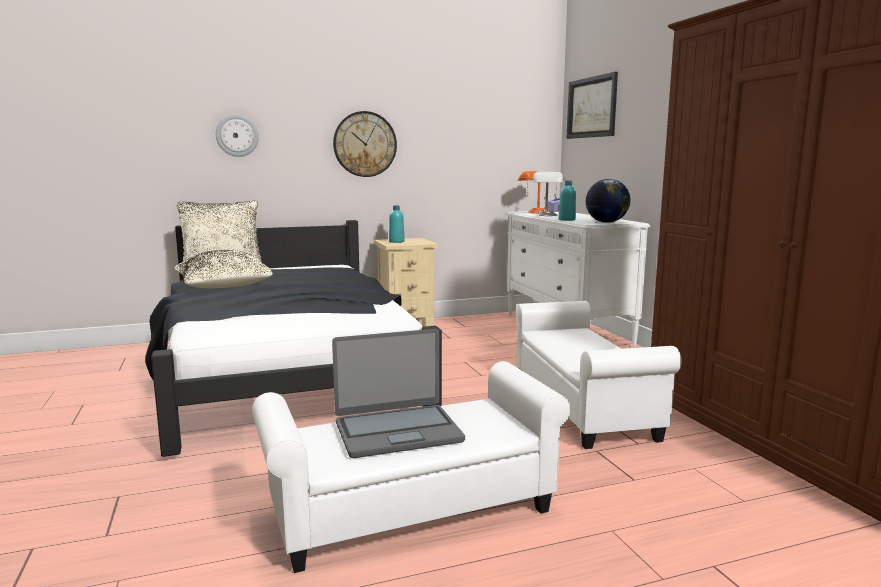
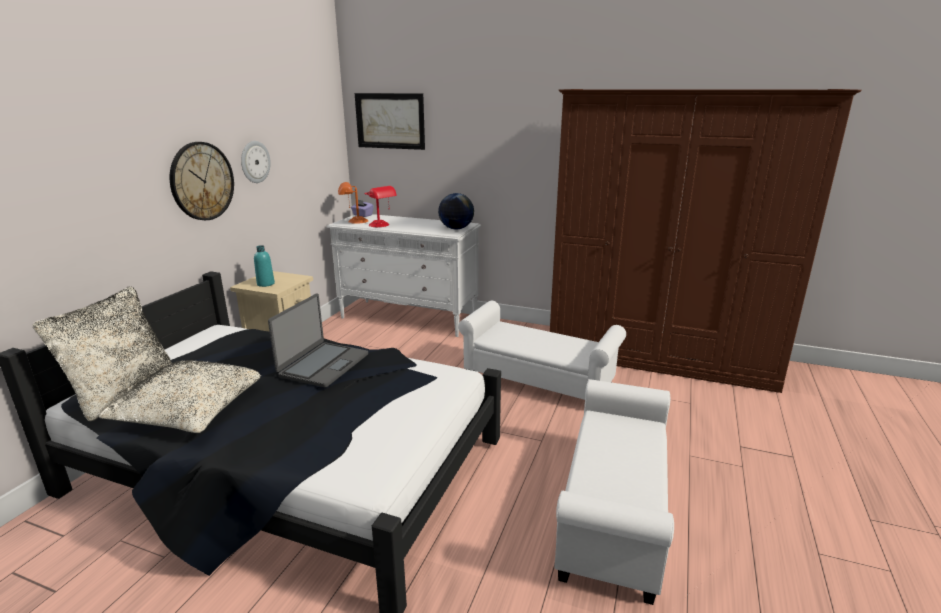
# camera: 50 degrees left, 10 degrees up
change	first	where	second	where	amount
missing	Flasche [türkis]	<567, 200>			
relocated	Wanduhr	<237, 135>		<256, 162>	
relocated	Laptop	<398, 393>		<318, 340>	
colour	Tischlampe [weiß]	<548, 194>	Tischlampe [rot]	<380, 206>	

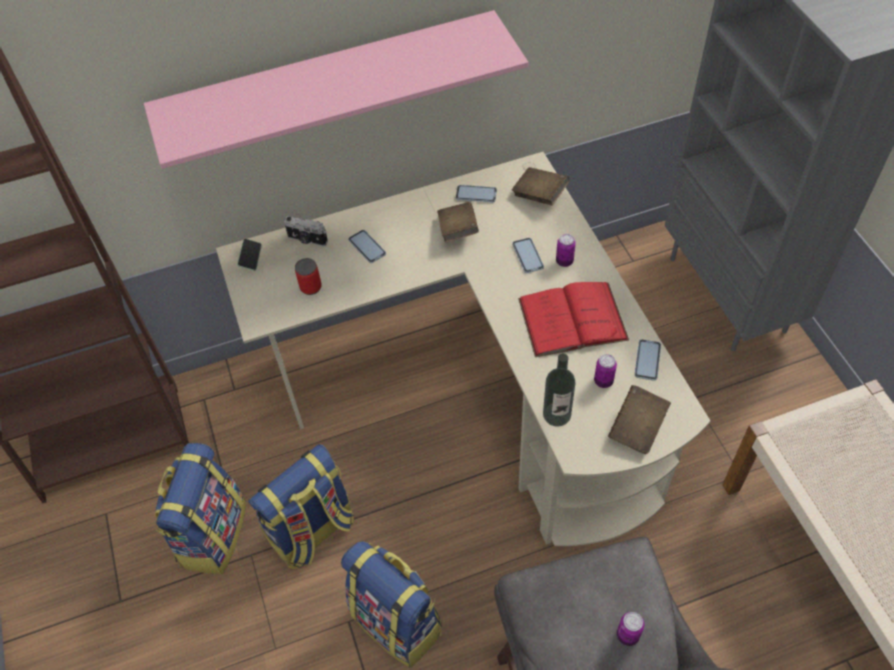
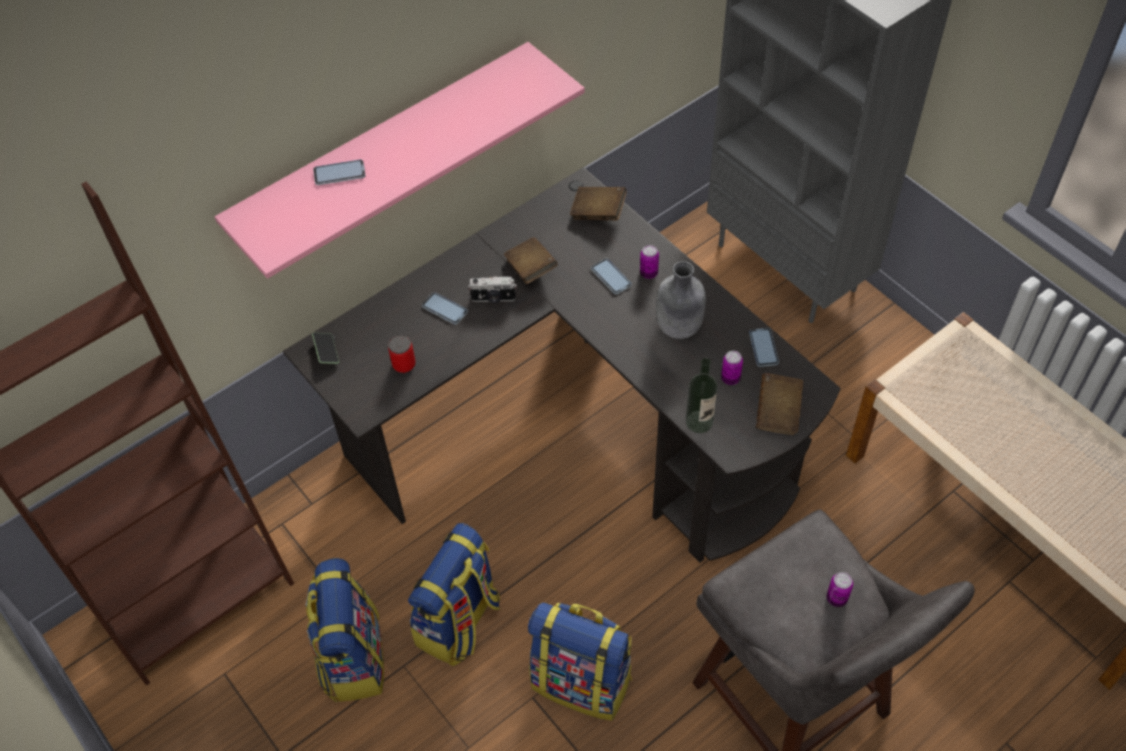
# camera: 20 degrees left, 0 degrees up
change	first	where	second	where	amount
relocated	Kamera	<306, 231>		<492, 289>	
relocated	Handy	<476, 194>		<339, 172>	
exchanged	Buch [rot]	<573, 319>	Flasche [grau]	<681, 300>	
colour	Schreibtisch [beige]	<463, 349>	Schreibtisch [schwarz]	<561, 365>	

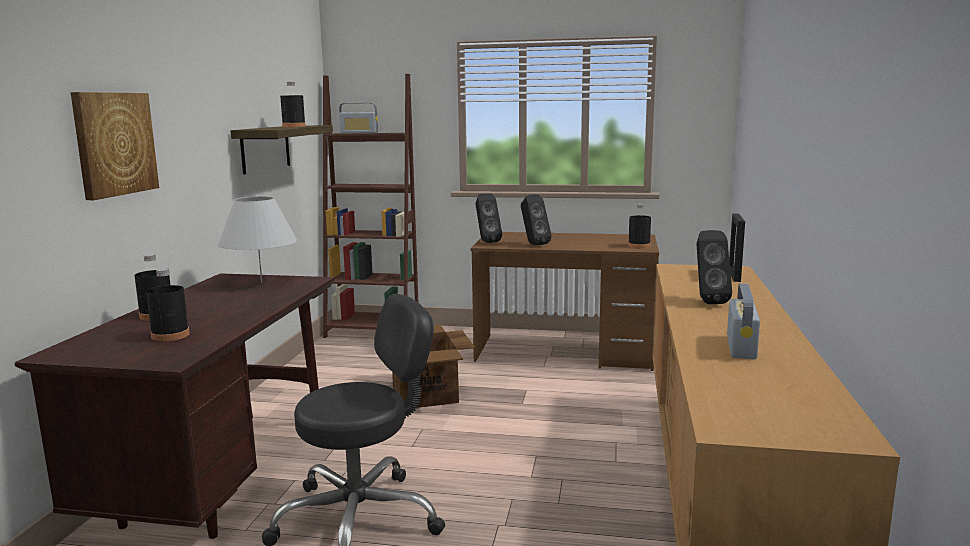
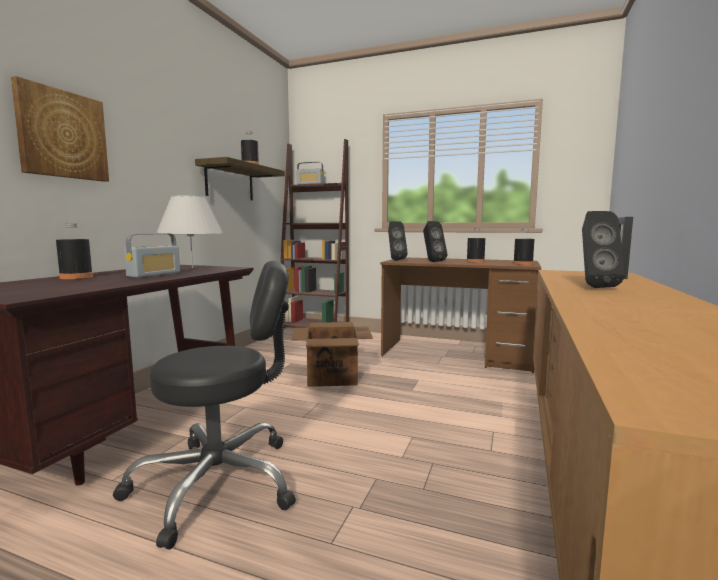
# camera: 10 degrees right, 5 degrees down
change	first	where	second	where	amount
relocated	Flasche [schwarz]	<168, 304>		<476, 245>	
relocated	Radio	<743, 321>		<152, 255>	

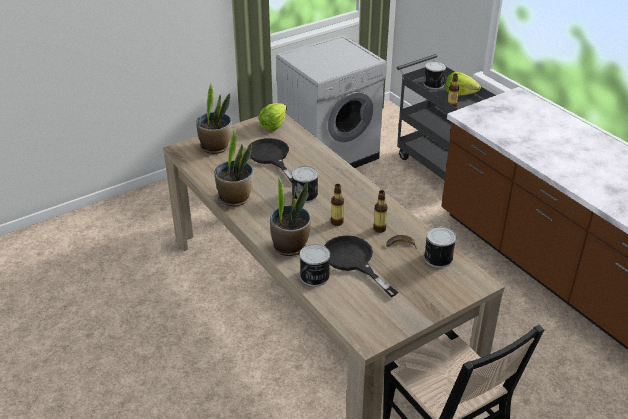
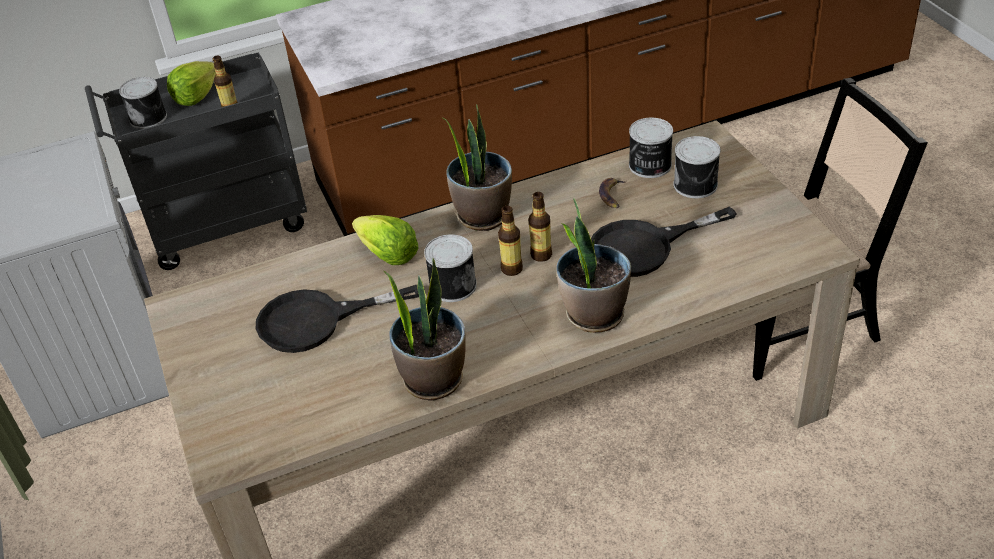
# camera: 75 degrees left, 5 degrees up
change	first	where	second	where	amount
relocated	Topfpflanze	<214, 118>		<477, 167>	
relocated	Salatkopf	<273, 117>		<385, 240>	
relocated	Dose	<315, 265>		<696, 167>	
relocated	Flasche	<380, 211>		<510, 241>	

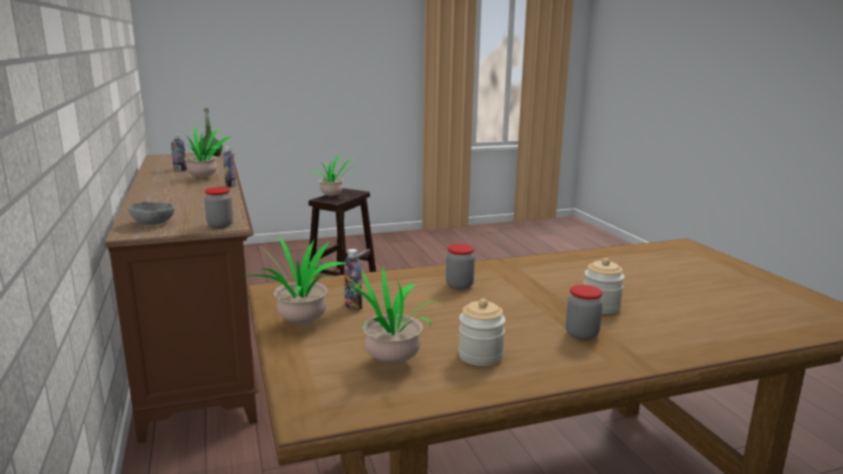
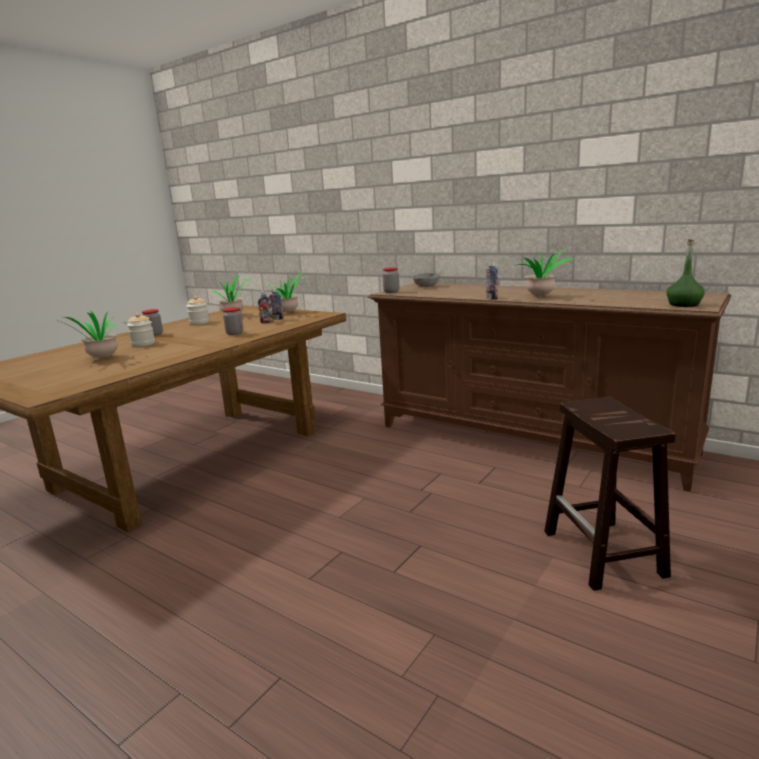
# camera: 145 degrees right, 0 degrees up
change	first	where	second	where	amount
relocated	Flasche	<179, 152>		<265, 307>	
relocated	Topfpflanze	<332, 175>		<91, 334>	

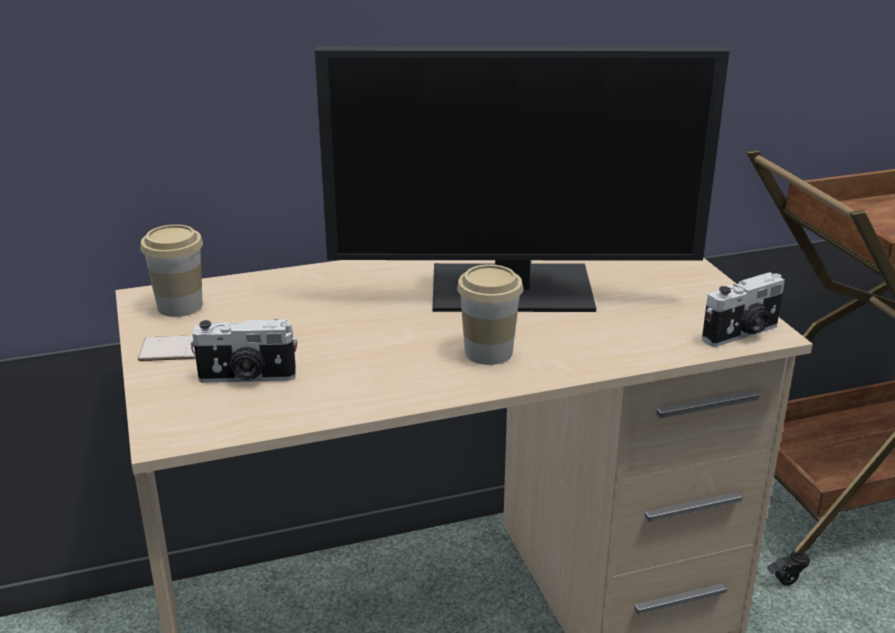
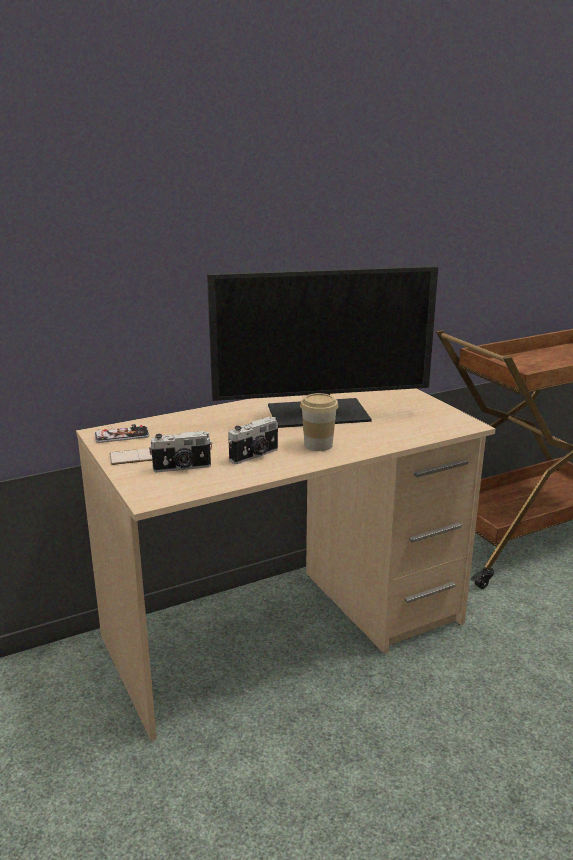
# camera: 10 degrees left, 5 degrees down
change	first	where	second	where	amount
relocated	Kamera	<743, 309>		<253, 440>	
exchanged	Tasse	<171, 270>	Handy	<122, 433>	

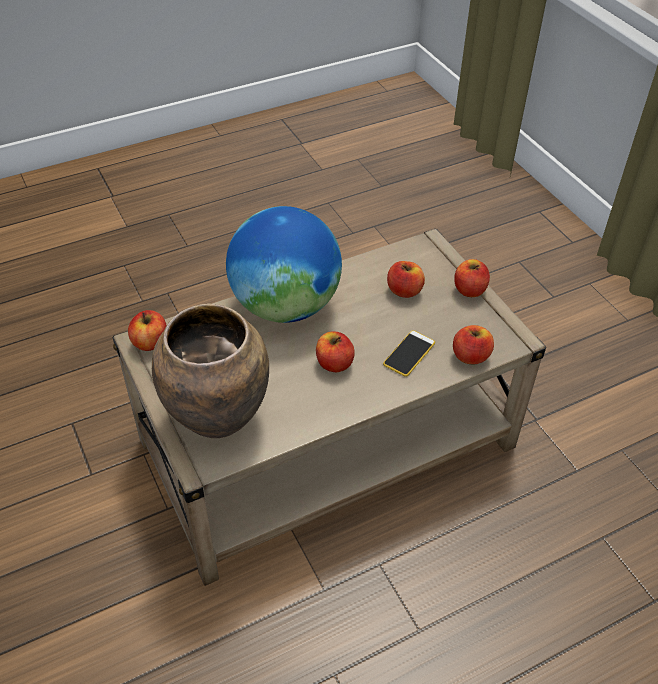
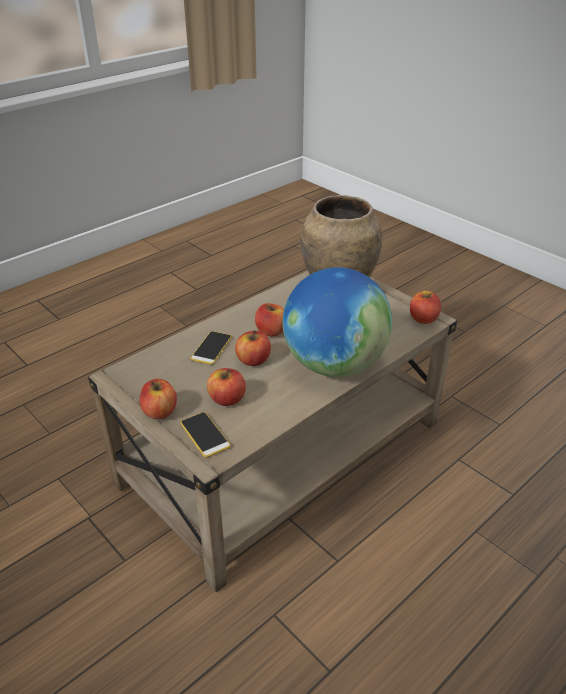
# camera: 165 degrees right, 10 degrees down
change	first	where	second	where	amount
appeared			Handy	<205, 435>	
relocated	Apfel	<473, 344>		<253, 348>	

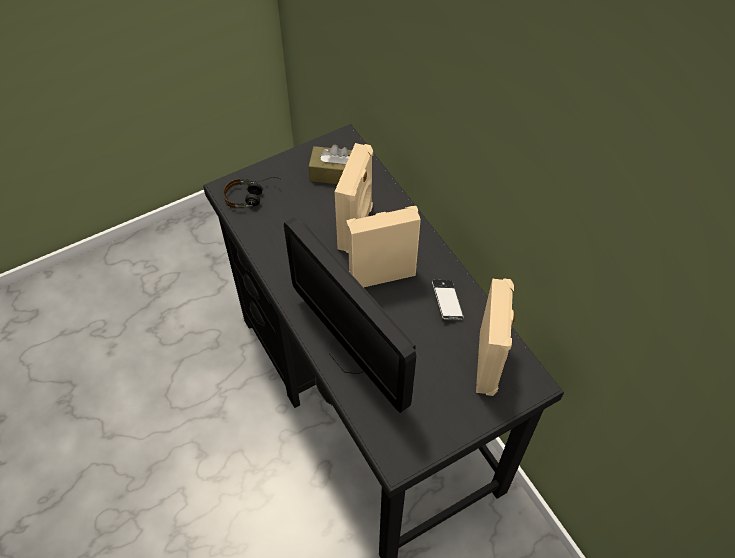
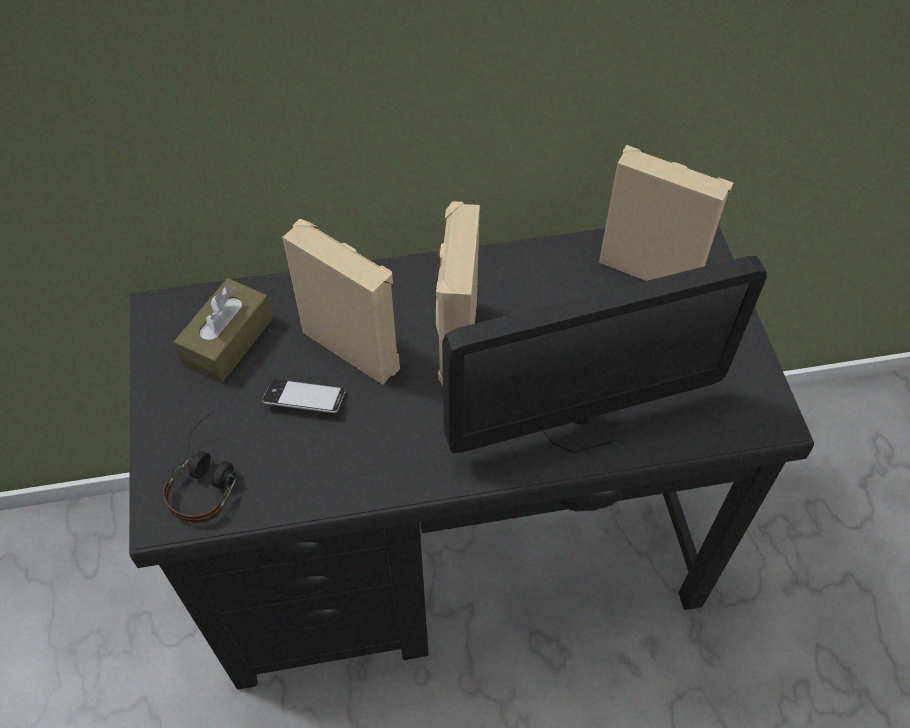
# camera: 70 degrees left, 0 degrees up
change	first	where	second	where	amount
relocated	Handy	<448, 300>		<304, 396>	

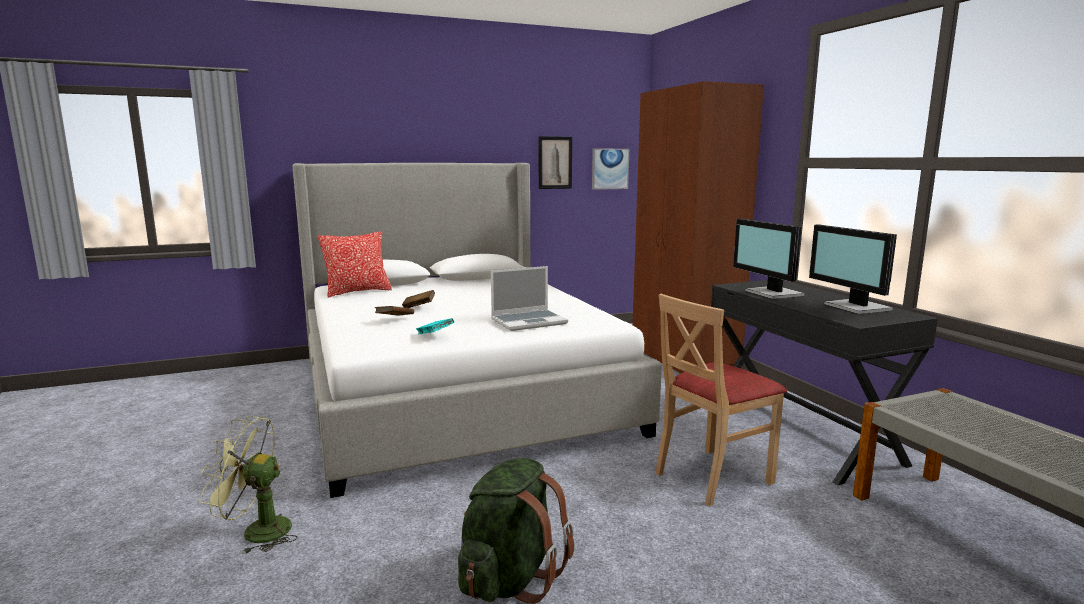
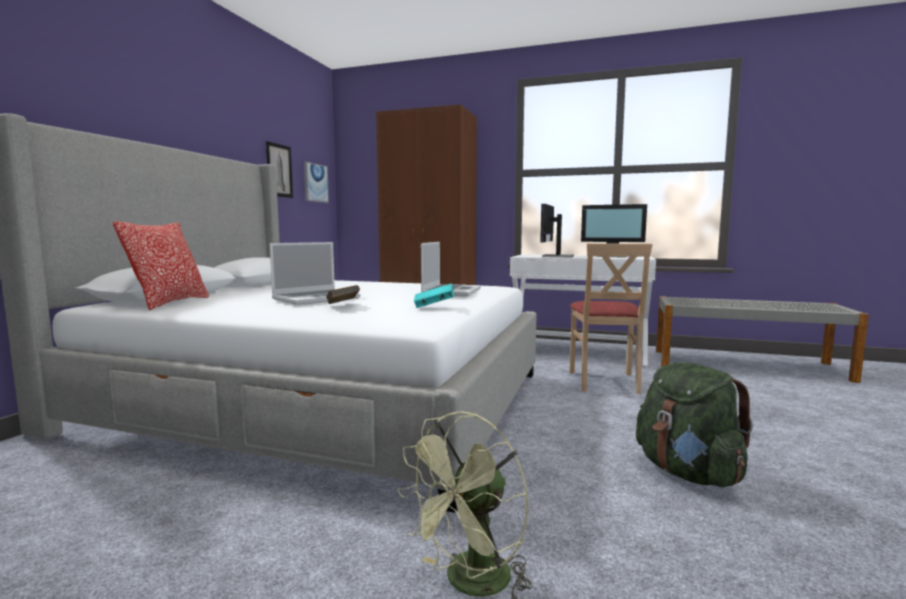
# camera: 50 degrees left, 5 degrees down
change	first	where	second	where	amount
exchanged	Buch [braun]	<418, 299>	Laptop	<315, 273>	
colour	Schreibtisch [schwarz]	<824, 382>	Schreibtisch [weiß]	<583, 310>	
spun	Monitor	<768, 259>		<557, 231>	90 degrees clockwise

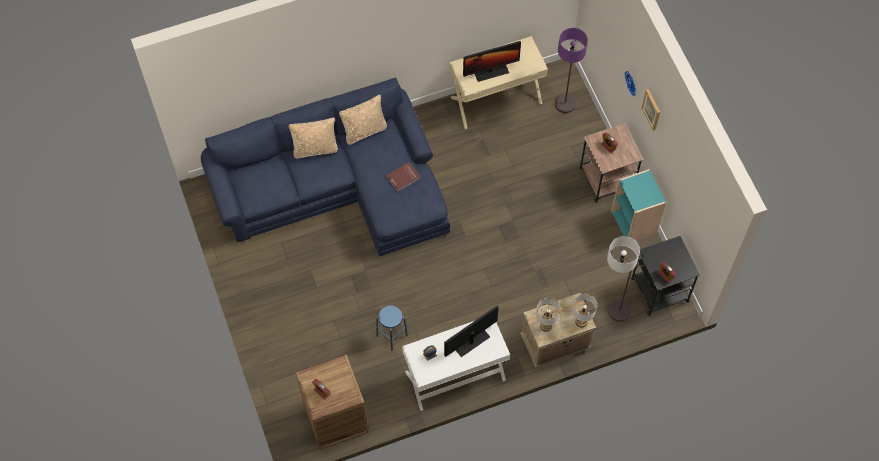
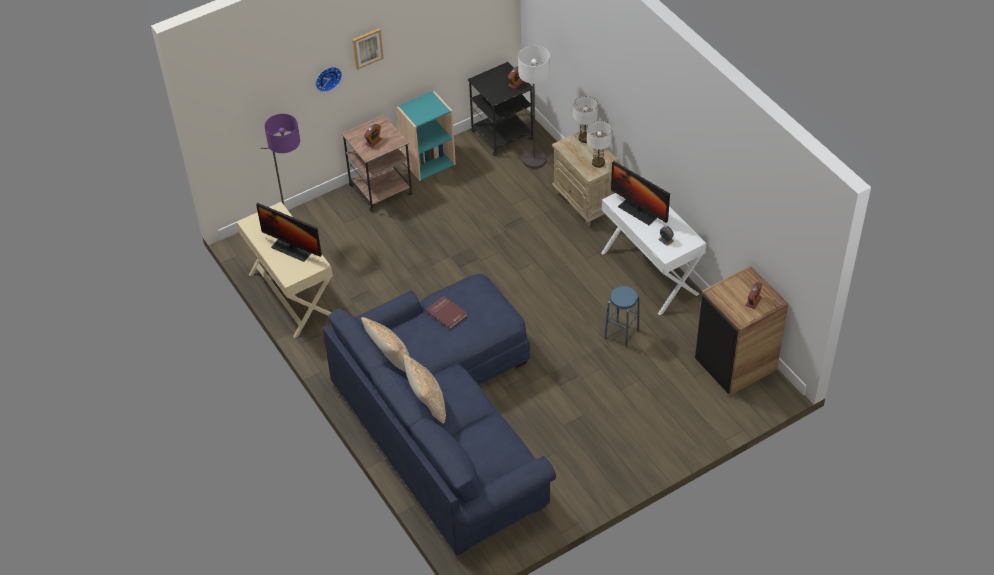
# camera: 100 degrees left, 15 degrees down
change	first	where	second	where	amount
spun	Monitor	<492, 61>		<289, 232>	150 degrees clockwise

